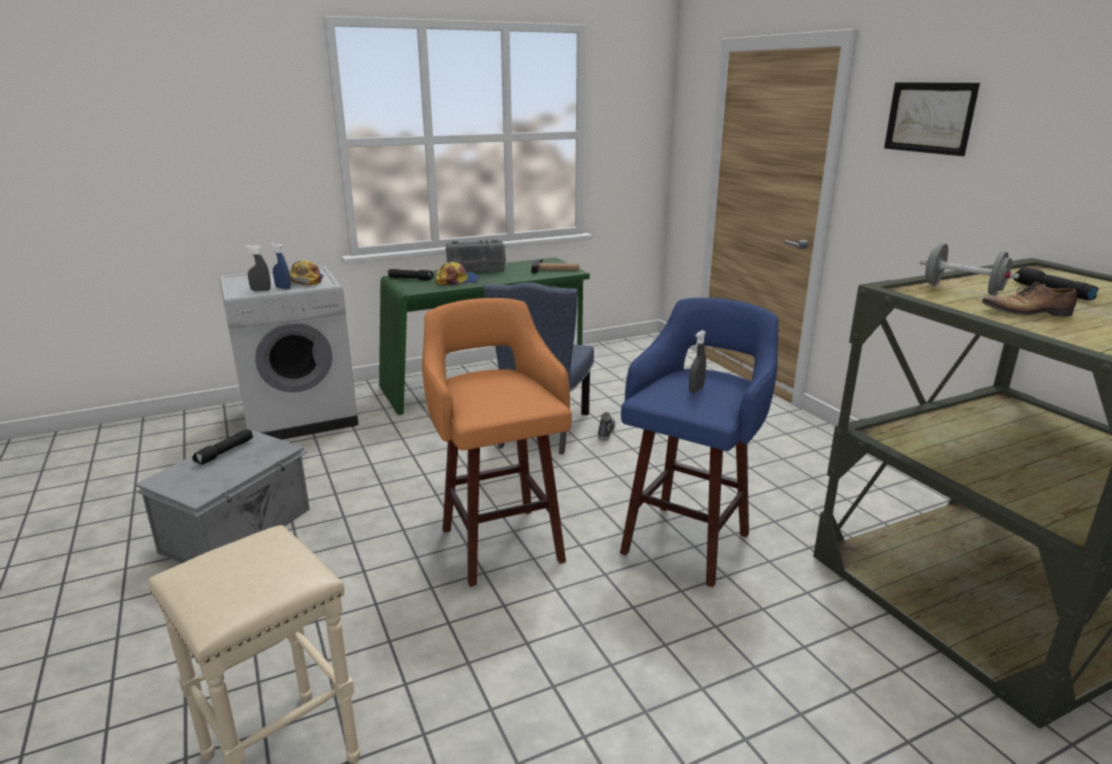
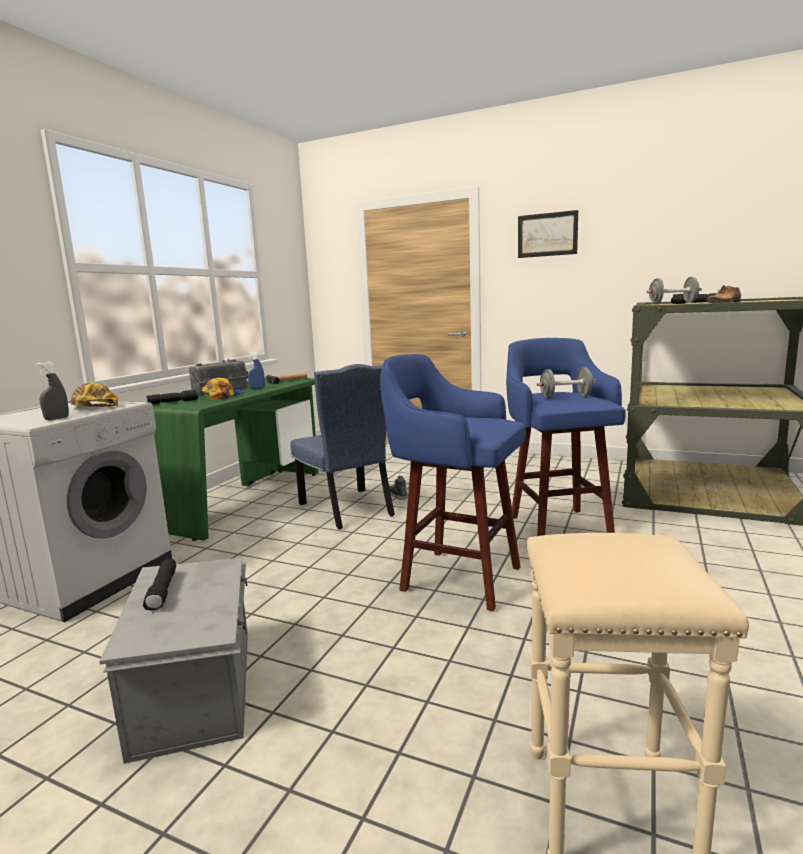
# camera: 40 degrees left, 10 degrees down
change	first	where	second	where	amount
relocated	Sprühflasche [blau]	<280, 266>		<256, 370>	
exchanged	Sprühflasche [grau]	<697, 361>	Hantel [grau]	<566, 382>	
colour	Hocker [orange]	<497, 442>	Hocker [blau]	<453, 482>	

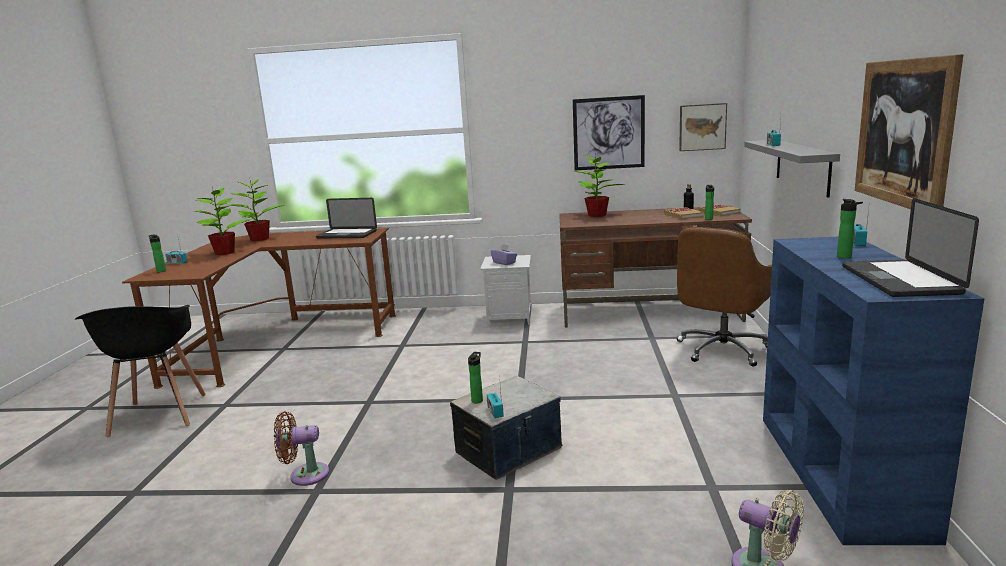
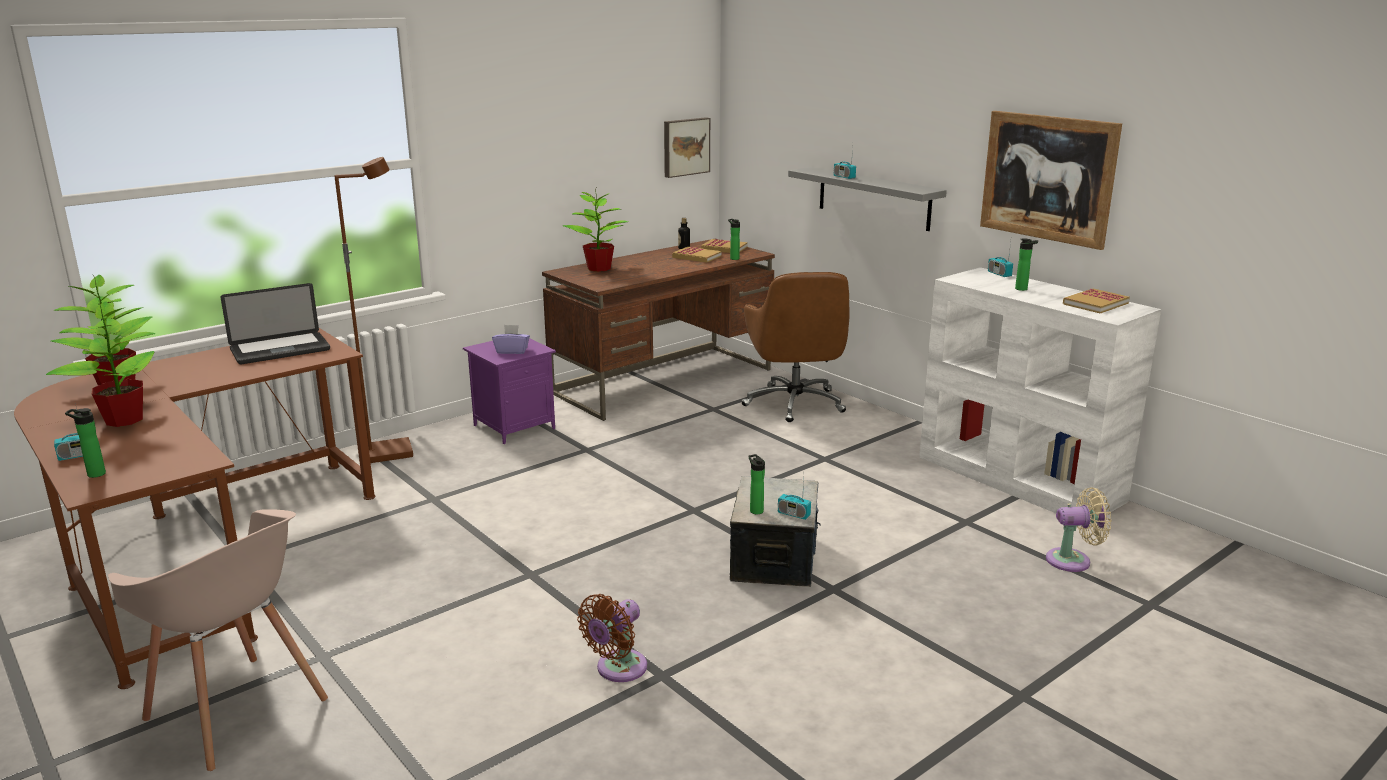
# camera: 45 degrees left, 5 degrees up
change	first	where	second	where	amount
missing	Bild	<609, 132>			
appeared			Stehlampe [braun]	<373, 310>	
exchanged	Laptop	<910, 247>	Buch	<1096, 300>	
colour	Stuhl [schwarz]	<140, 371>	Stuhl [beige]	<218, 640>	
colour	Nachttisch [grau]	<505, 290>	Nachttisch [lila]	<509, 391>	
colour	Bücherregal [blau]	<873, 391>	Bücherregal [weiß]	<1040, 390>	

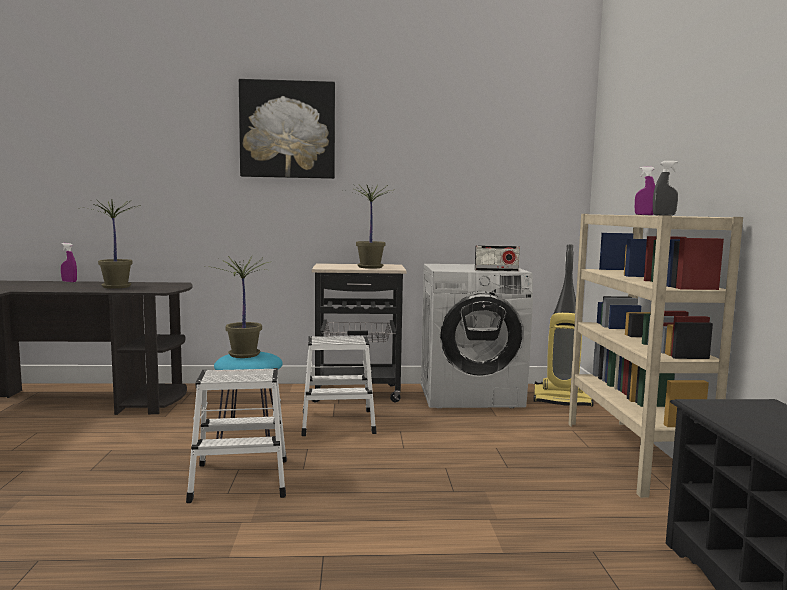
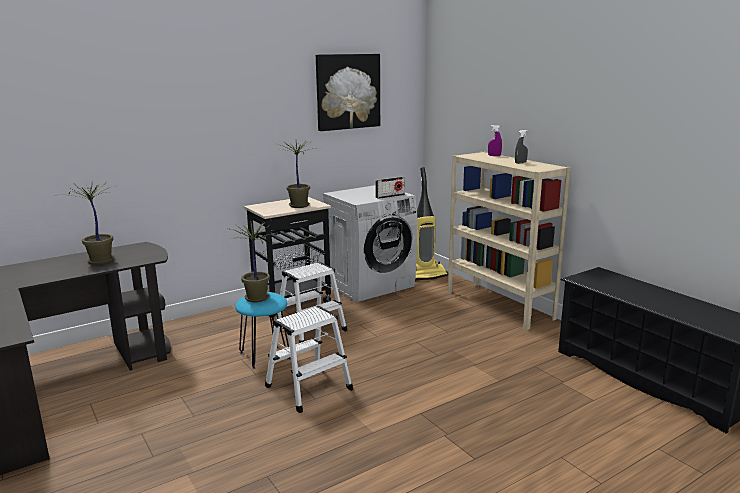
# camera: 30 degrees left, 10 degrees up
change	first	where	second	where	amount
missing	Sprühflasche [lila]	<69, 262>			
relocated	Bild	<287, 129>		<348, 92>	

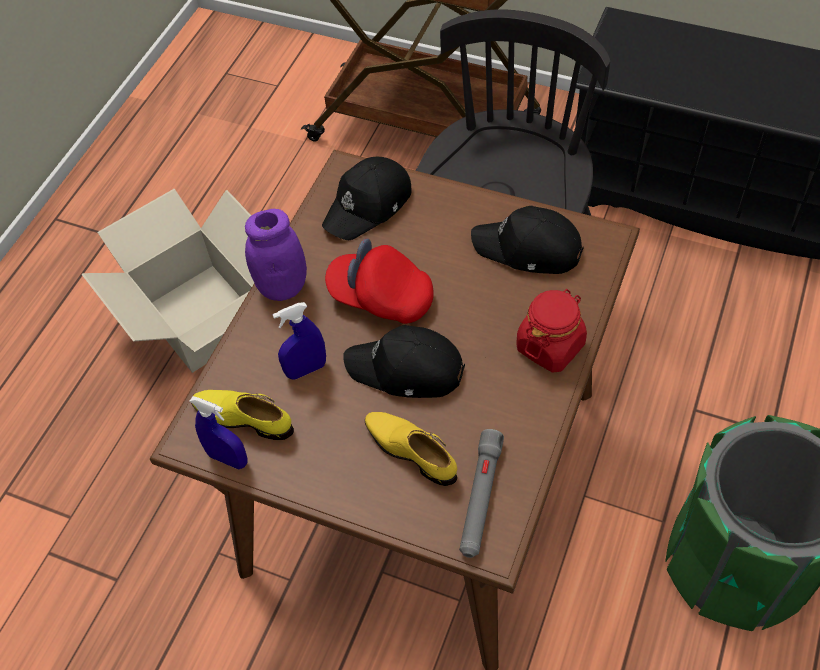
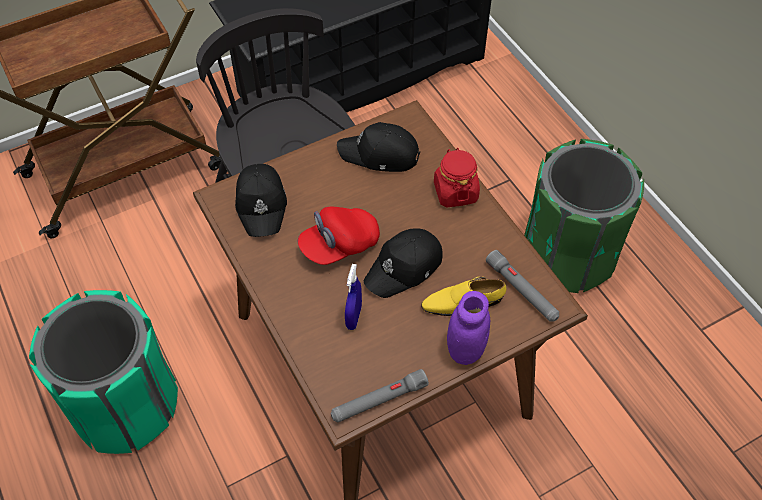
# camera: 55 degrees left, 0 degrees up
change	first	where	second	where	amount
missing	Schuh [gelb]	<242, 415>			
relocated	Vorratsglas [lila]	<276, 255>		<469, 328>	
exchanged	Karton	<167, 281>	Mülleimer [grün]	<103, 372>	
exchanged	Sprühflasche [blau]	<218, 432>	Taschenlampe [grau]	<380, 395>	
spun	Kappe [schwarz]	<527, 240>		<378, 147>	45 degrees clockwise

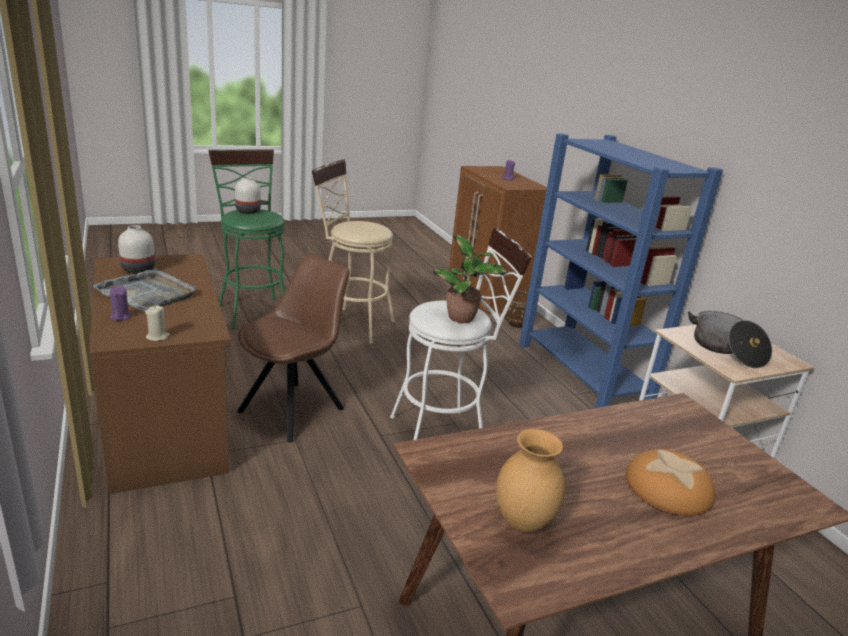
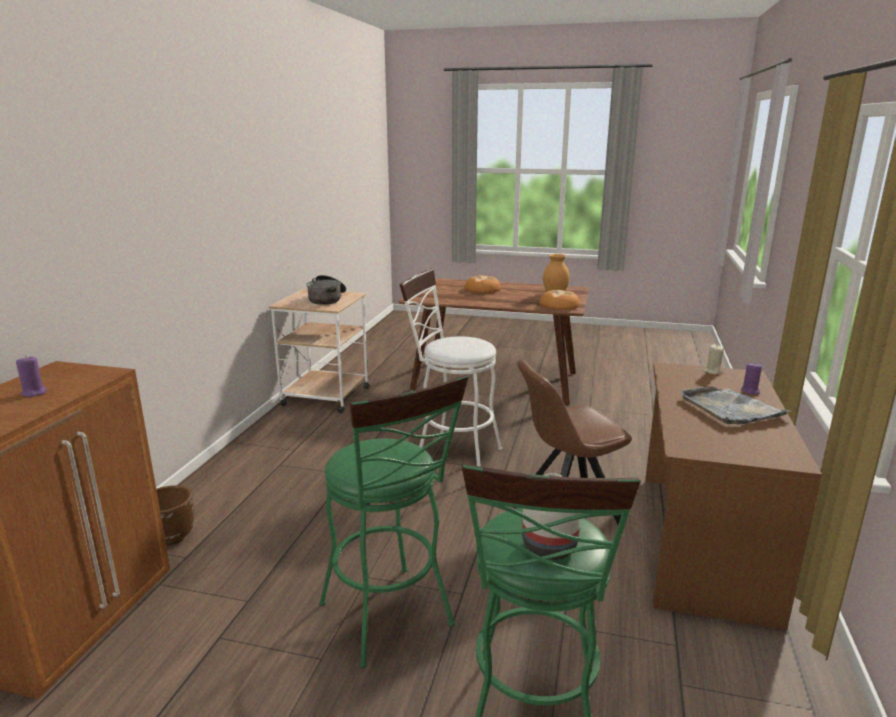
# camera: 140 degrees left, 5 degrees down
change	first	where	second	where	amount
missing	Vase [weiß]	<136, 249>			
missing	Topfpflanze	<470, 279>			
missing	Bücherregal [blau]	<621, 270>			
appeared			Brot	<559, 300>	
colour	Hocker [beige]	<353, 251>	Hocker [grün]	<394, 521>	

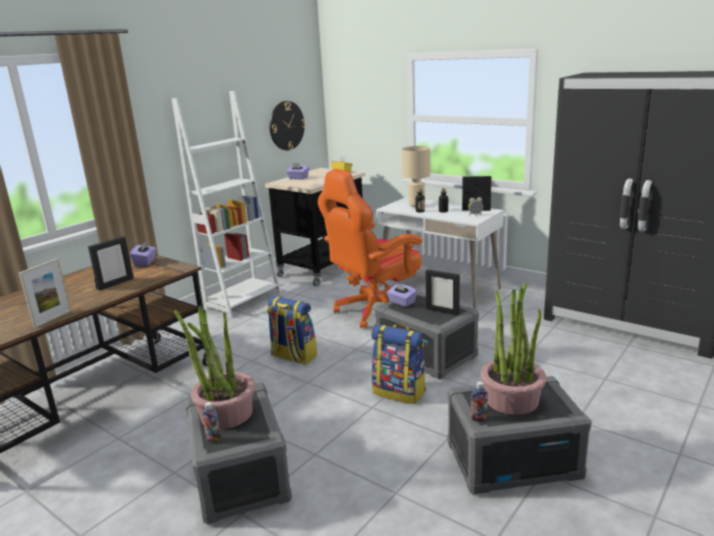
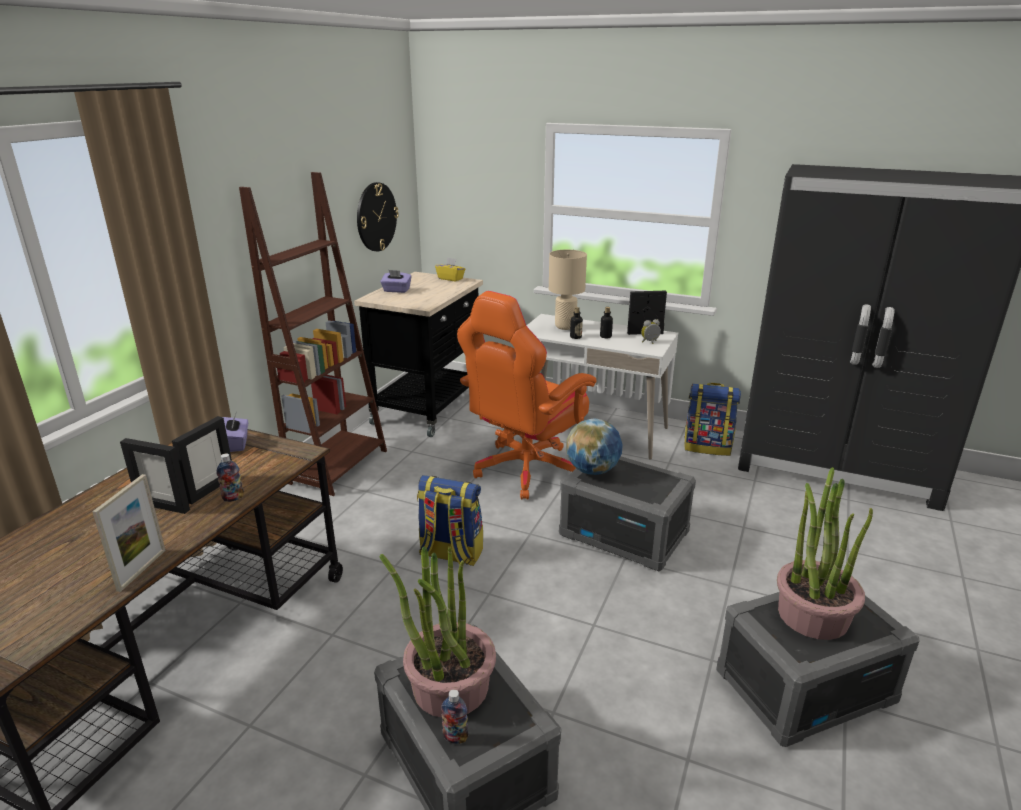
# camera: 15 degrees left, 5 degrees up
change	first	where	second	where	amount
relocated	Rucksack	<398, 364>		<713, 419>	
relocated	Bilderrahmen	<443, 292>		<155, 476>	
relocated	Flasche	<479, 401>		<230, 477>	
exchanged	Taschentuchbox [lila]	<402, 295>	Globus	<594, 447>	
colour	Bücherregal [weiß]	<226, 204>	Bücherregal [braun]	<313, 334>	

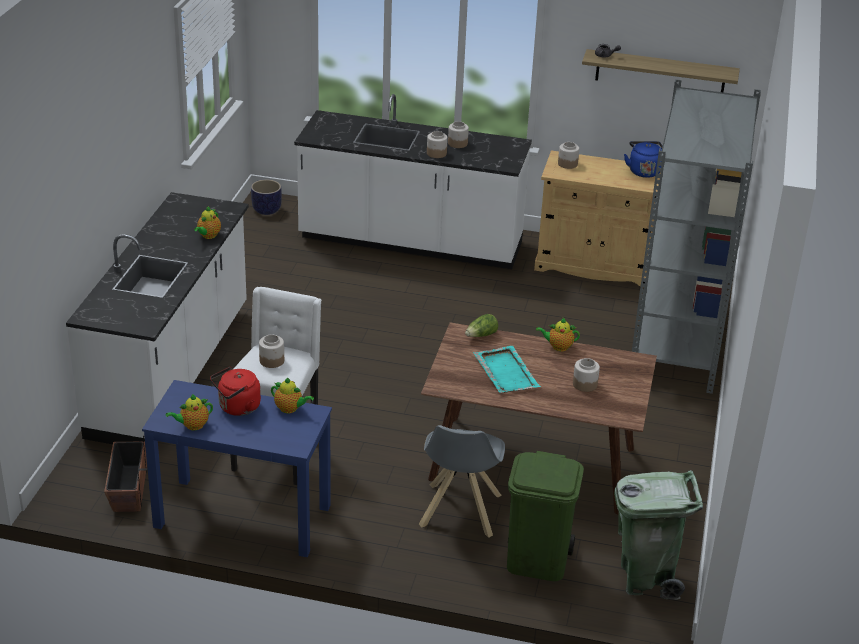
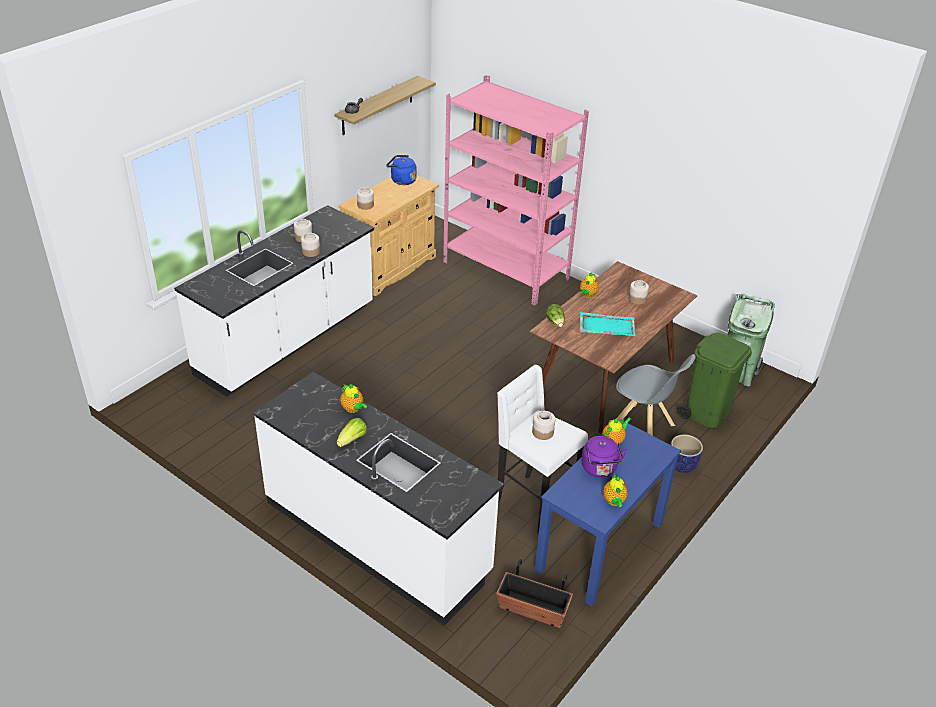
# camera: 65 degrees left, 5 degrees up
change	first	where	second	where	amount
appeared			Salatkopf	<352, 432>	
relocated	Pflanzkübel	<266, 197>		<687, 453>	
colour	Wasserkessel [rot]	<235, 391>	Wasserkessel [lila]	<604, 456>	
colour	Bücherregal [grau]	<696, 236>	Bücherregal [rosa]	<516, 190>	

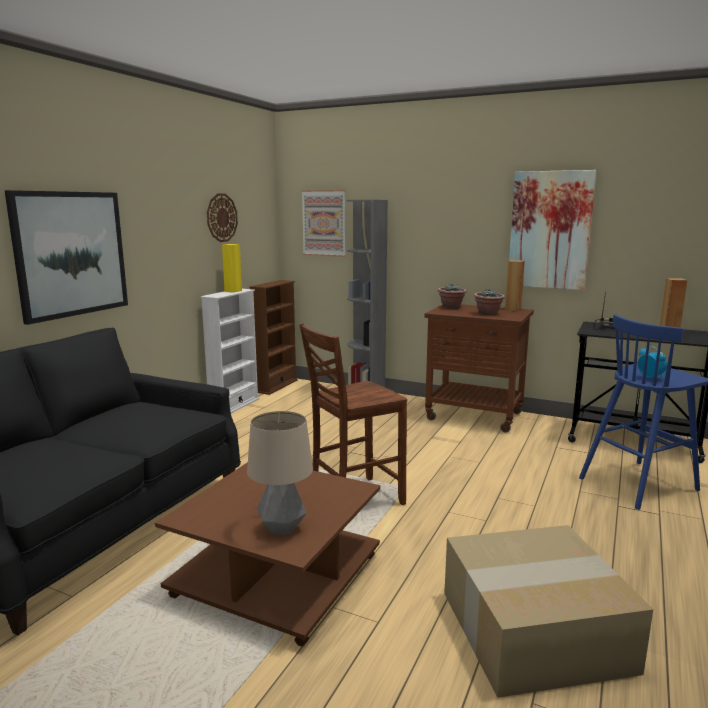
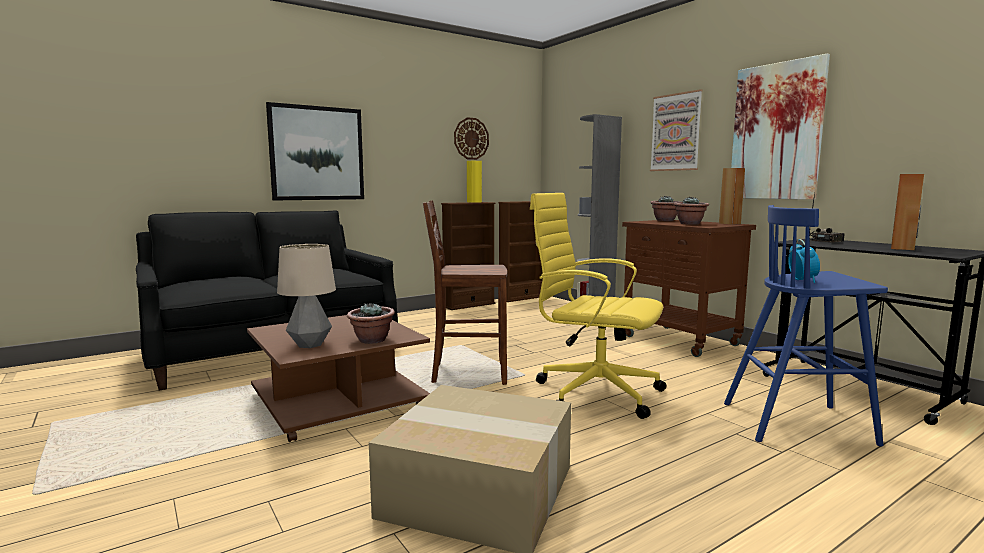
# camera: 30 degrees right, 5 degrees down
change	first	where	second	where	amount
appeared			Topfpflanze	<371, 323>	
appeared			Bürostuhl [gelb]	<598, 306>	
relocated	Bild	<323, 223>		<676, 130>	
colour	Bücherregal [weiß]	<230, 351>	Bücherregal [braun]	<468, 256>	

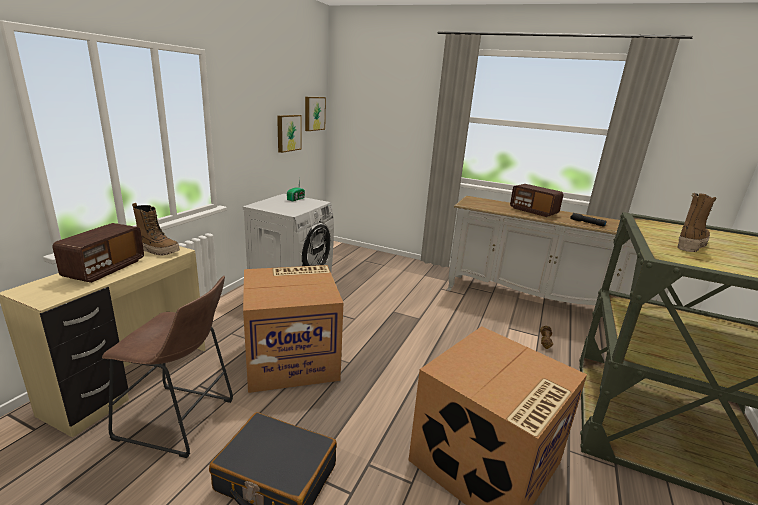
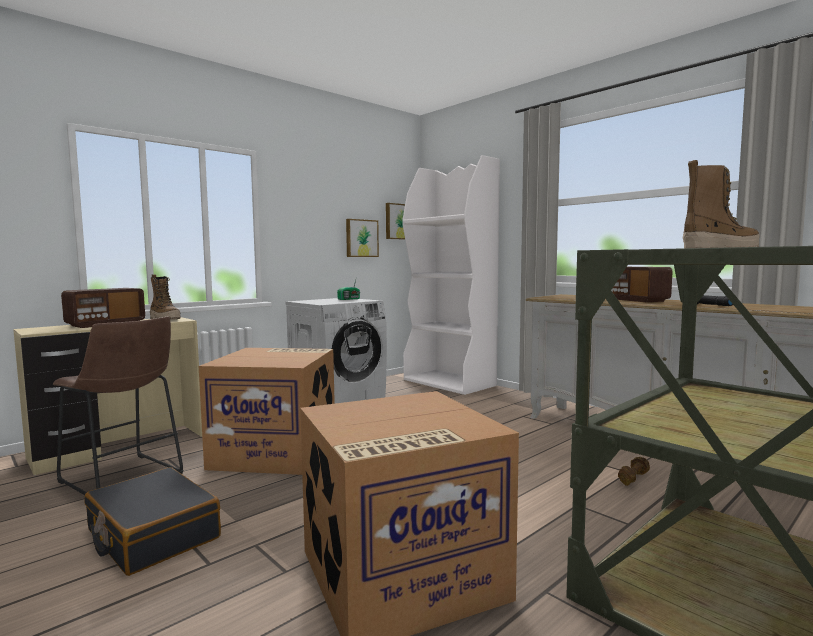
# camera: 25 degrees right, 15 degrees down
change	first	where	second	where	amount
appeared			Bücherregal [weiß]	<451, 275>	

